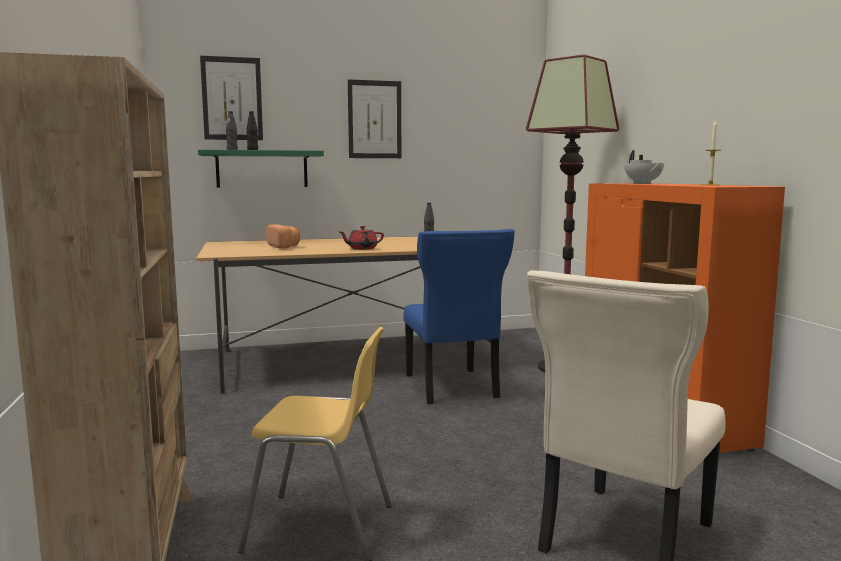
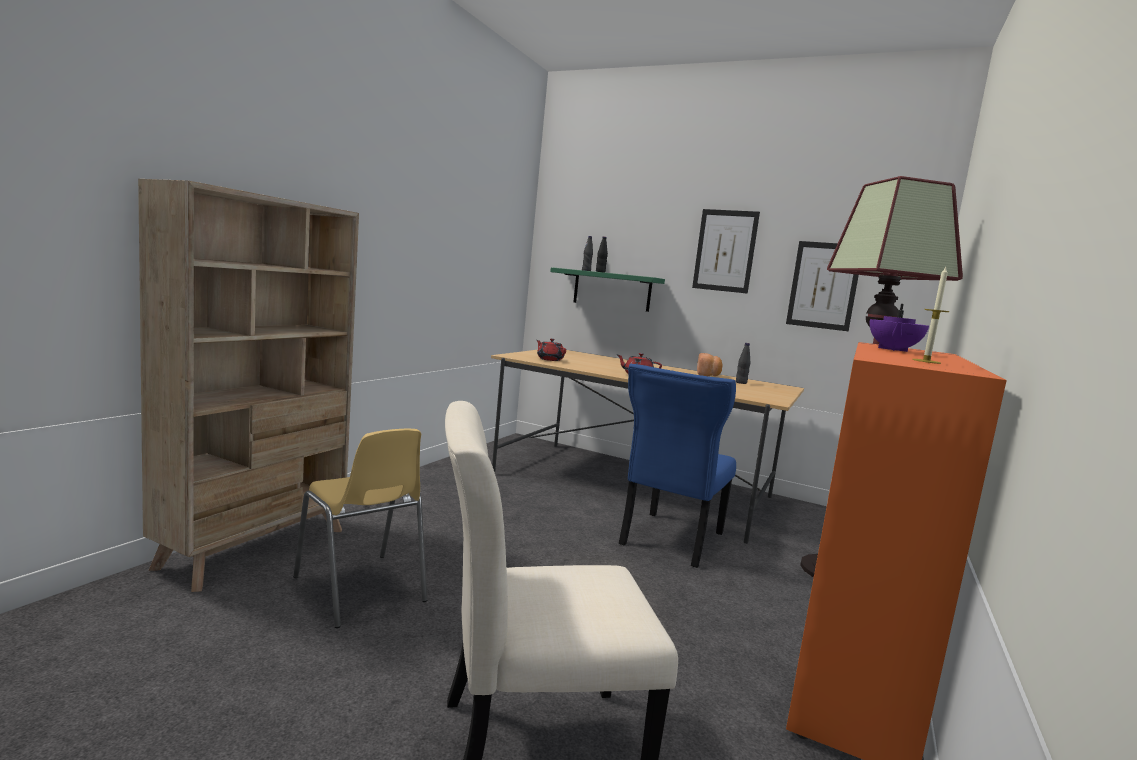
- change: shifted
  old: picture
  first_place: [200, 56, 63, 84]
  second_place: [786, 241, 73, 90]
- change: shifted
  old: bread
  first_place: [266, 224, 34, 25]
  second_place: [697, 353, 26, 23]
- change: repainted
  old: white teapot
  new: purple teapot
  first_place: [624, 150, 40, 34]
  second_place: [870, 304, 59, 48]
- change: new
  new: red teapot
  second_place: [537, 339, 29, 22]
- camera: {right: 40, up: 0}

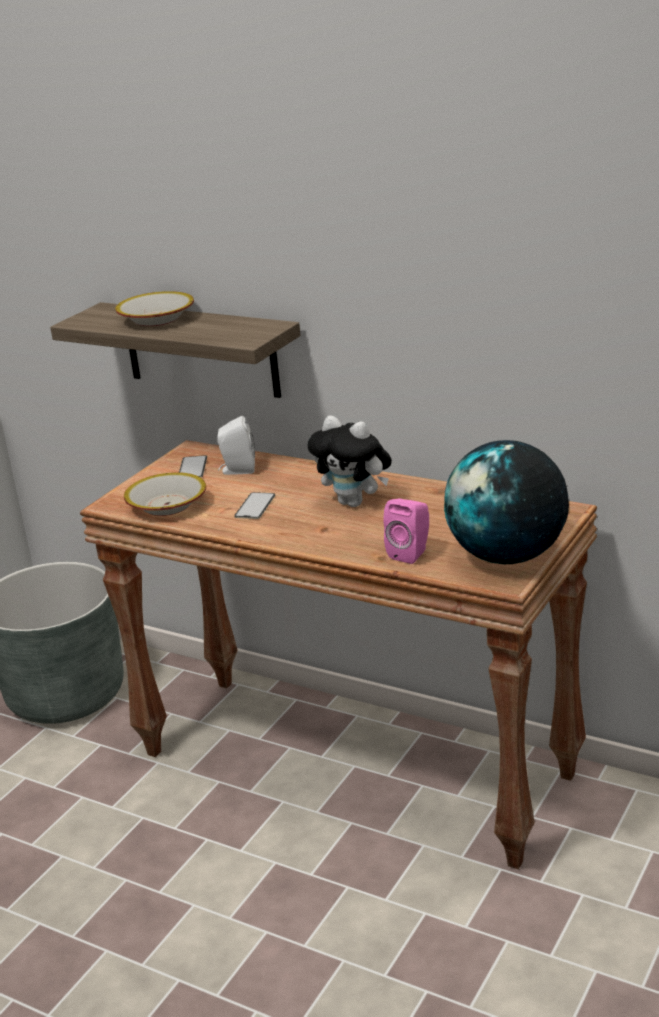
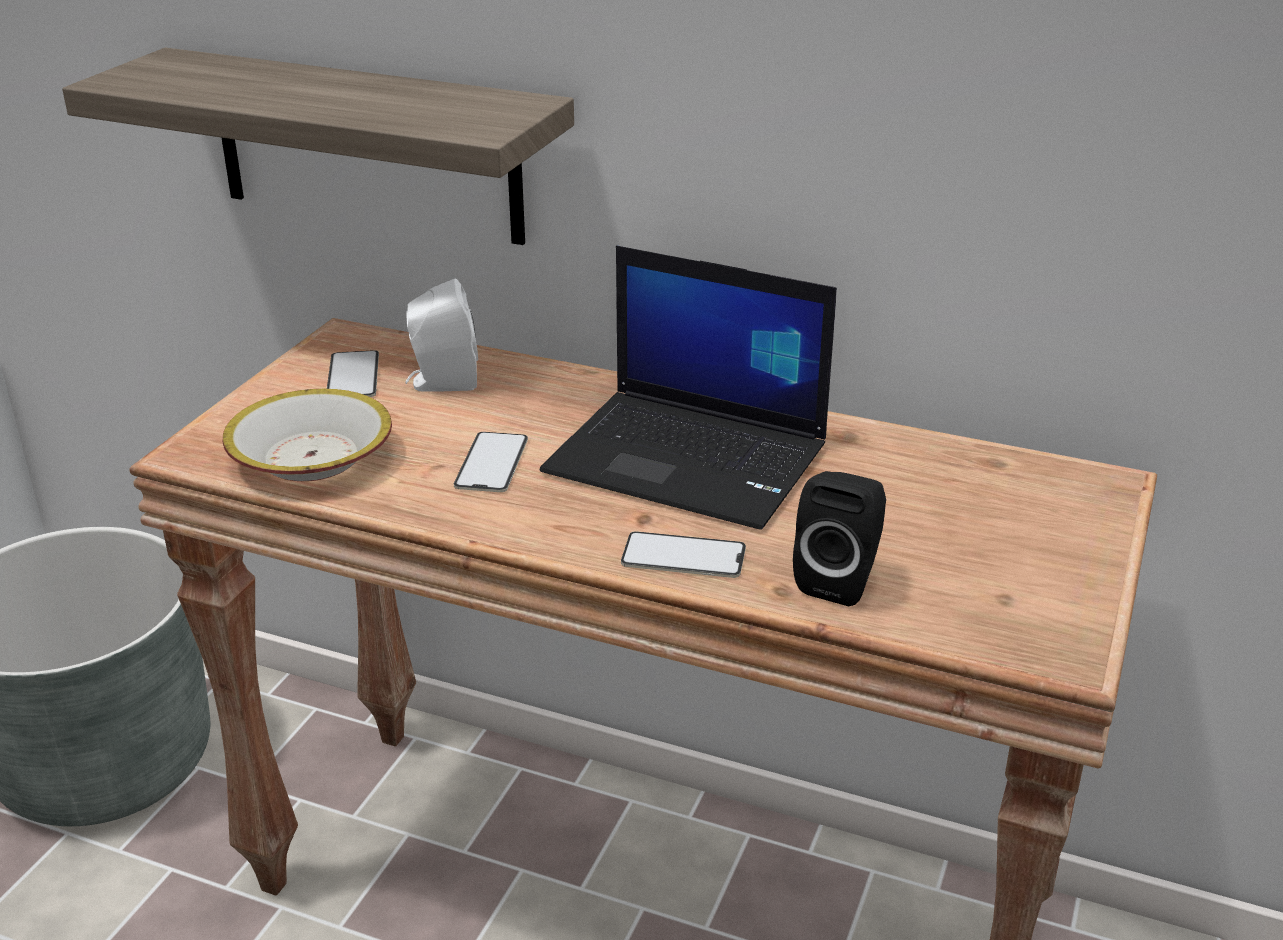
- change: gone
  old: bowl
  first_place: [115, 291, 79, 35]
- change: swapped
  old: plush toy
  new: laptop
  first_place: [308, 416, 84, 91]
  second_place: [540, 246, 297, 284]
- change: repainted
  old: pink speaker
  new: black speaker
  first_place: [383, 499, 46, 65]
  second_place: [793, 471, 93, 135]
- change: gone
  old: globe
  first_place: [444, 440, 125, 124]
- change: new
  new: phone
  second_place: [621, 531, 125, 47]
- camera: {right: -10, up: 5}

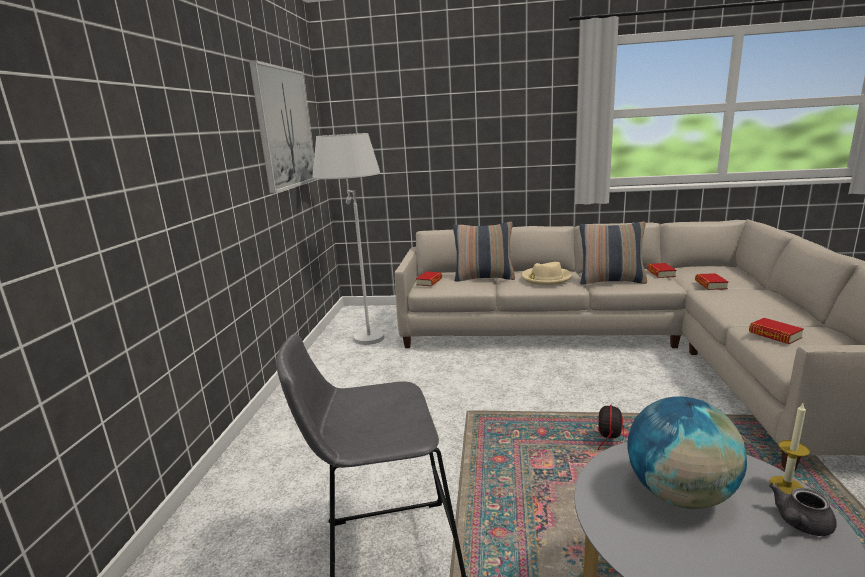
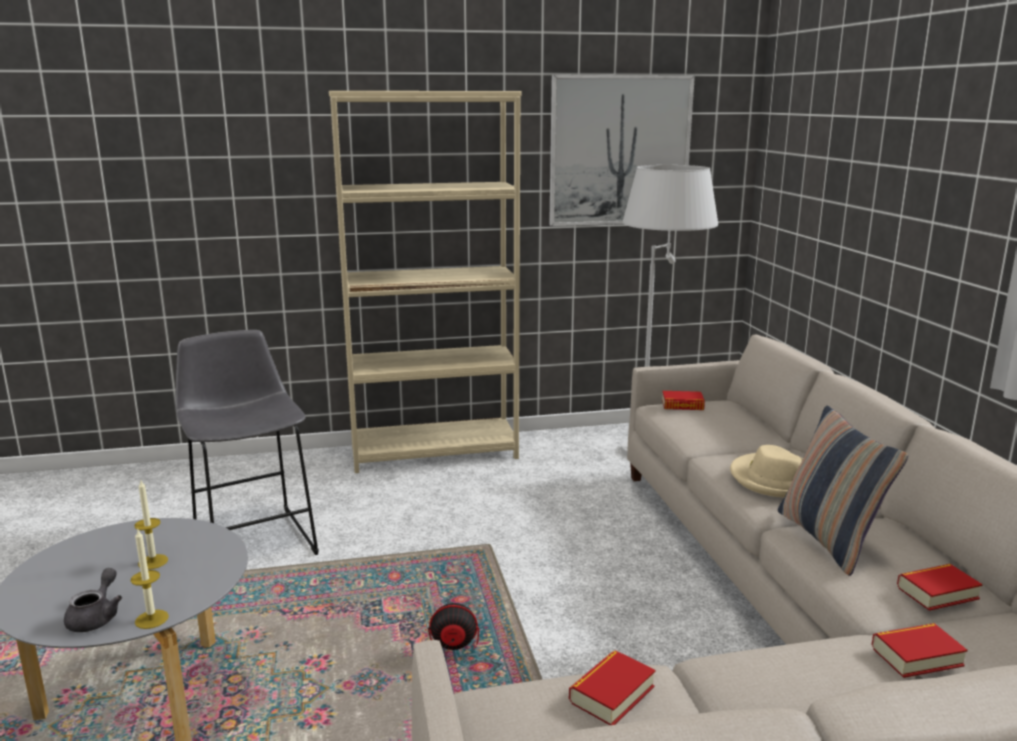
- change: gone
  old: pillow
  first_place: [453, 222, 62, 60]
- change: swapped
  old: globe
  new: candle
  first_place: [627, 396, 120, 113]
  second_place: [135, 481, 33, 89]
- change: rotated
  old: grey teapot
  first_place: [769, 483, 68, 53]
  second_place: [64, 568, 58, 64]
  degrees: 60
- change: new
  new: beige bookcase
  second_place: [329, 91, 193, 382]
- camera: {right: 70, up: 0}

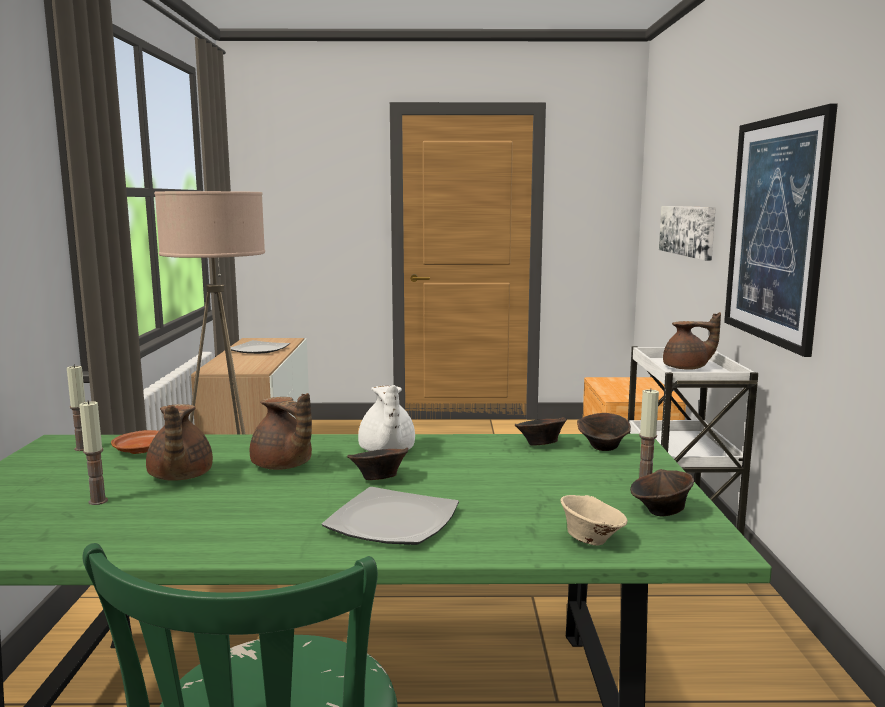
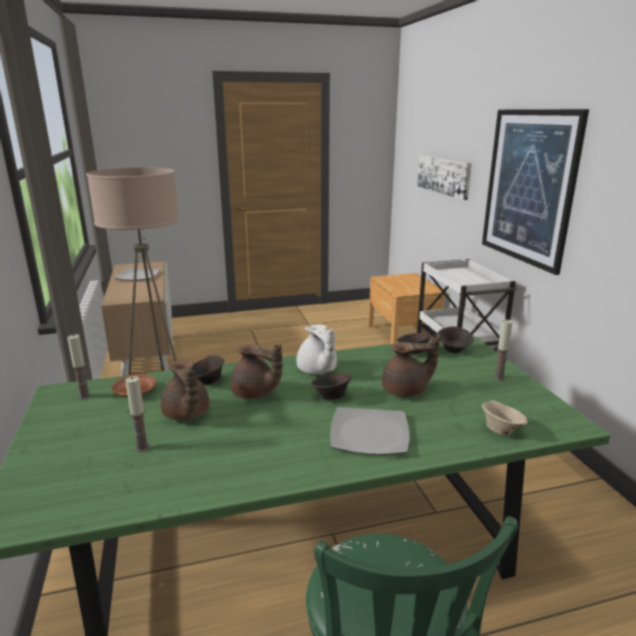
- change: shifted
  old: brown bowl
  first_place: [630, 469, 64, 47]
  second_place: [192, 355, 32, 30]
- change: shifted
  old: brown teapot
  first_place: [663, 312, 58, 58]
  second_place: [382, 333, 58, 64]
- camera: {right: -15, up: 10}

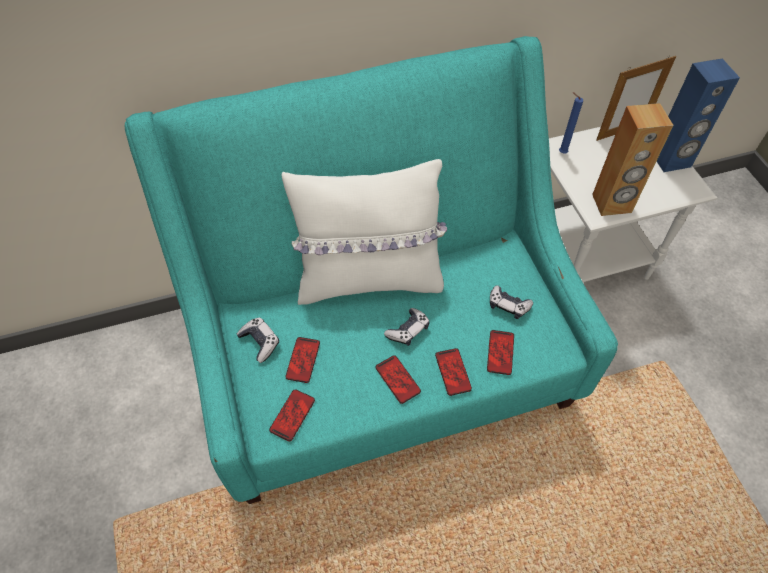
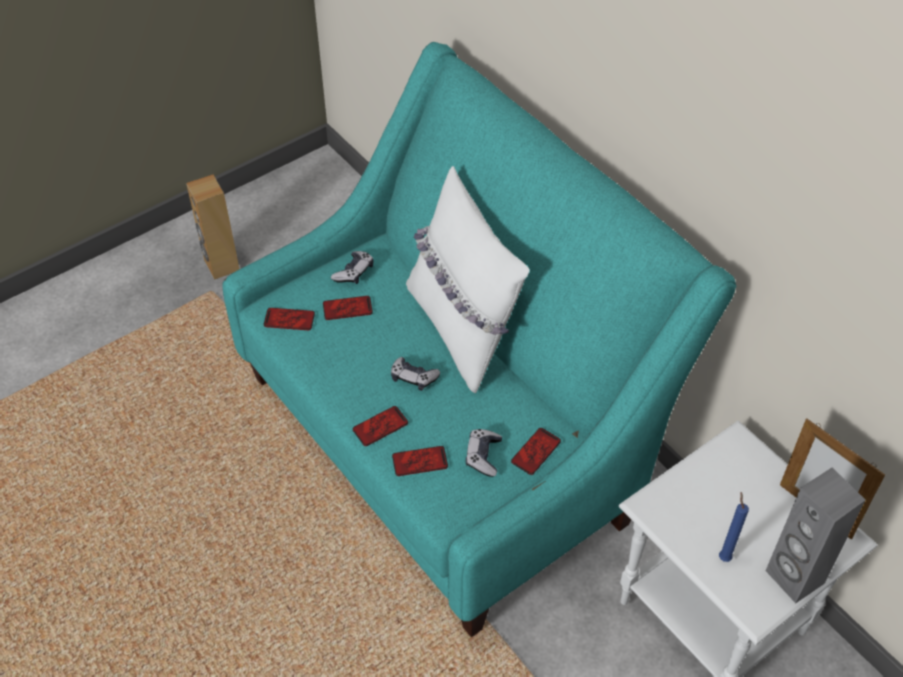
- change: shifted
  old: phone
  first_place: [376, 355, 45, 49]
  second_place: [511, 428, 50, 47]
- change: shifted
  old: blue candle
  first_place: [559, 92, 24, 61]
  second_place: [719, 492, 30, 70]
- change: shifted
  old: brown speaker
  first_place: [592, 103, 82, 113]
  second_place: [186, 175, 53, 105]
- change: repainted
  old: blue speaker
  new: grey speaker
  first_place: [657, 58, 83, 114]
  second_place: [766, 467, 99, 136]
- camera: {right: 70, up: -5}

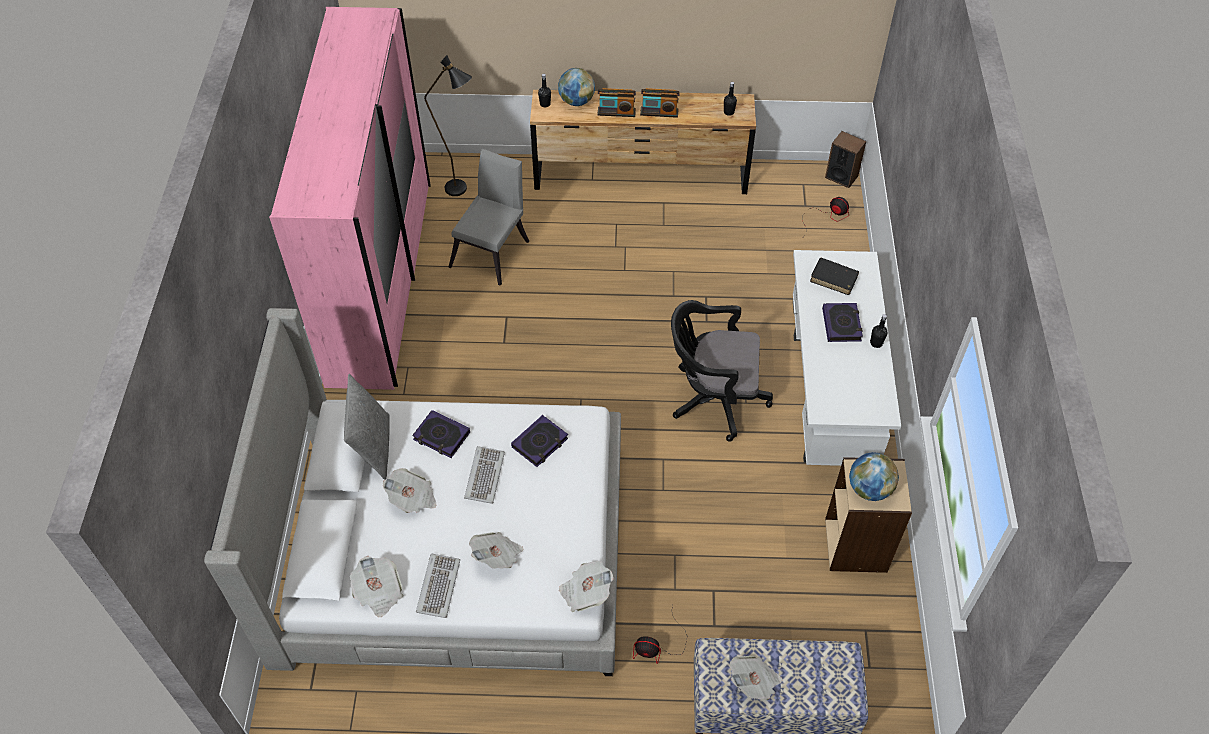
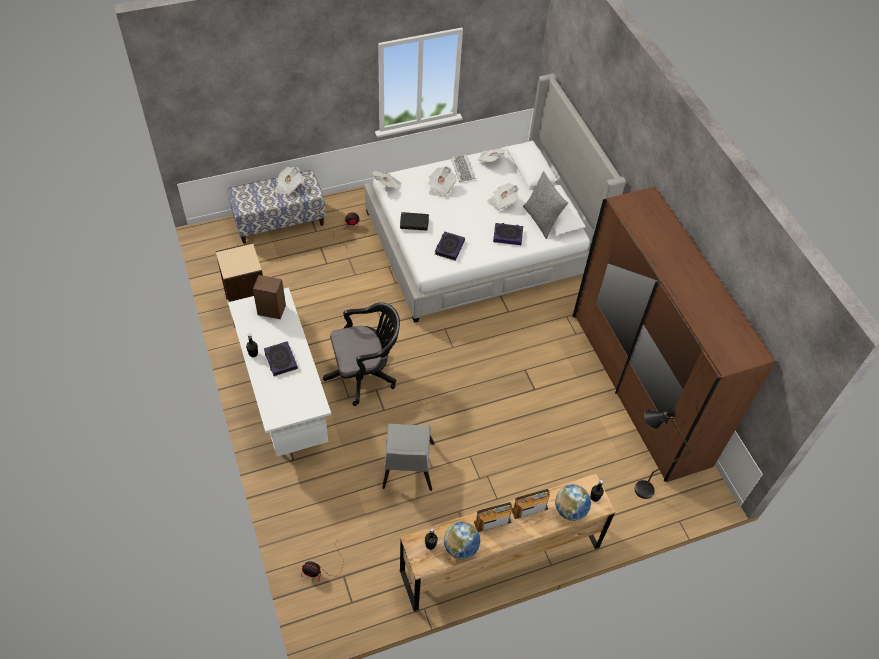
- change: repainted
  old: pink wardrobe
  new: brown wardrobe
  first_place: [269, 7, 162, 383]
  second_place: [572, 186, 204, 296]
- change: shifted
  old: grey chair
  first_place: [448, 149, 81, 137]
  second_place: [382, 424, 52, 67]
- change: gone
  old: keyboard
  first_place: [464, 446, 41, 58]
- change: shifted
  old: black book
  first_place: [810, 258, 49, 37]
  second_place: [400, 212, 29, 18]
- change: shifted
  old: speaker
  first_place: [825, 131, 41, 57]
  second_place: [253, 275, 33, 44]
- change: shifted
  old: globe
  first_place: [849, 452, 50, 49]
  second_place: [444, 522, 36, 37]
- camera: {right: 155, up: 0}

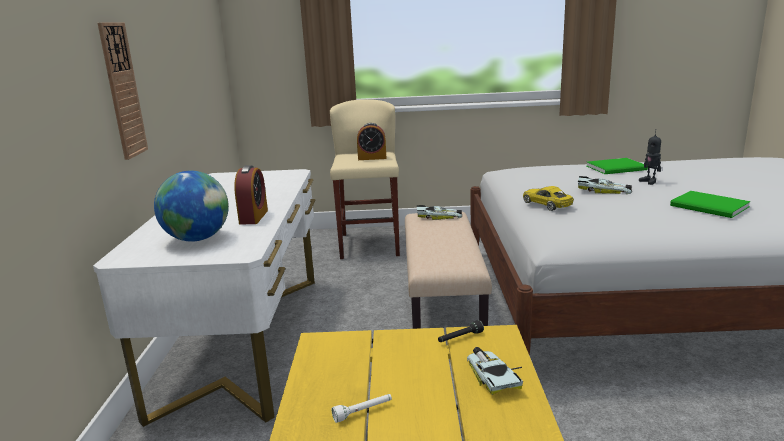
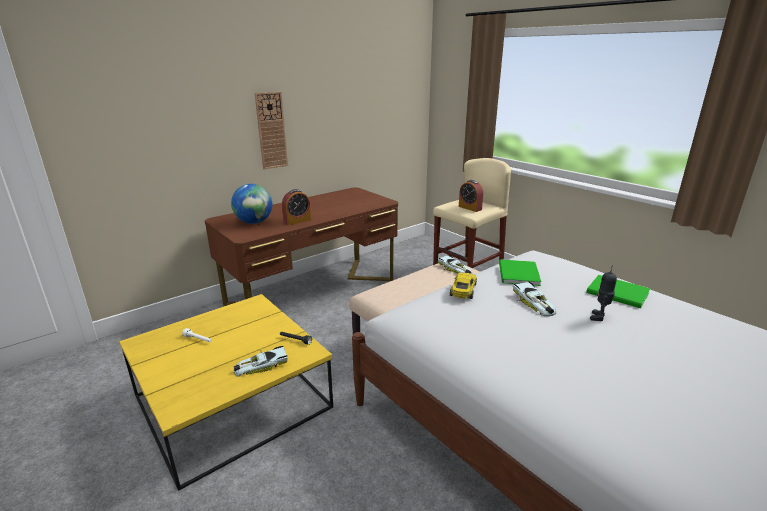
- change: repainted
  old: white desk
  new: brown desk
  first_place: [93, 169, 222, 258]
  second_place: [205, 187, 193, 119]
- change: rotated
  old: toy car
  first_place: [467, 347, 56, 48]
  second_place: [234, 346, 54, 31]
  degrees: -150
- change: shifted
  old: green book
  first_place: [670, 191, 81, 27]
  second_place: [499, 259, 42, 27]
- camera: {right: 50, up: 5}

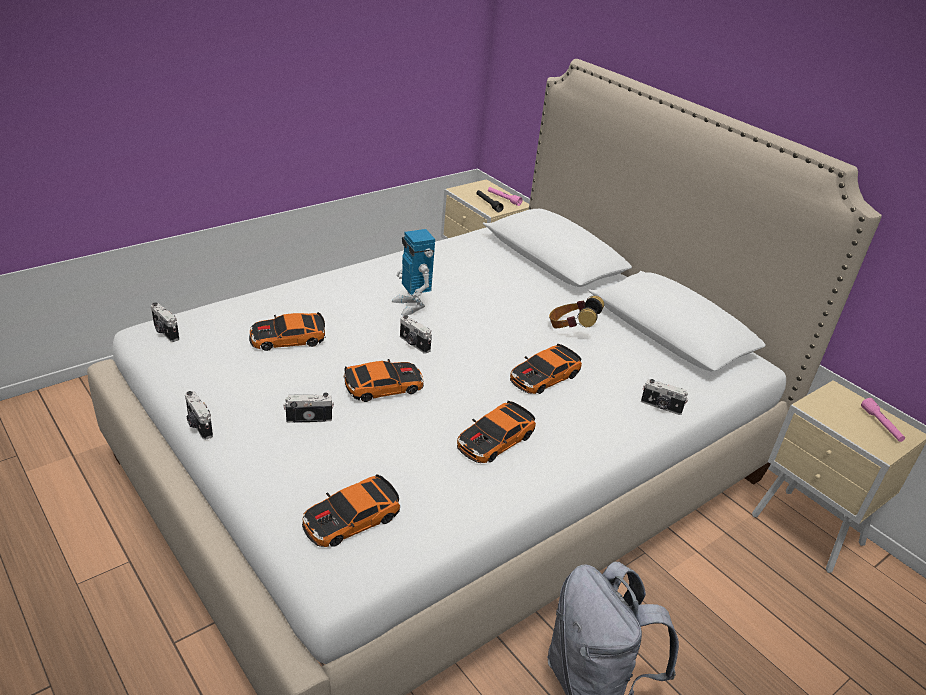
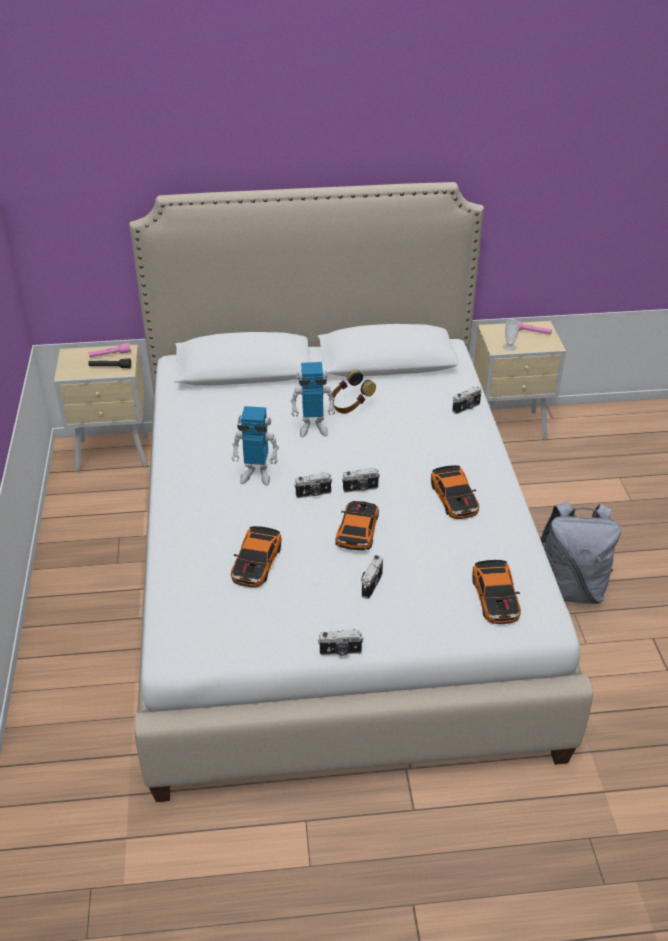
- change: shifted
  old: photo camera
  first_place: [151, 302, 28, 40]
  second_place: [342, 468, 38, 25]
- change: gone
  old: toy car
  first_place: [510, 344, 72, 50]
- change: new
  new: toy robot
  second_place: [291, 362, 44, 76]
- change: new
  new: cup
  second_place: [503, 319, 17, 32]
- camera: {right: -55, up: 5}

